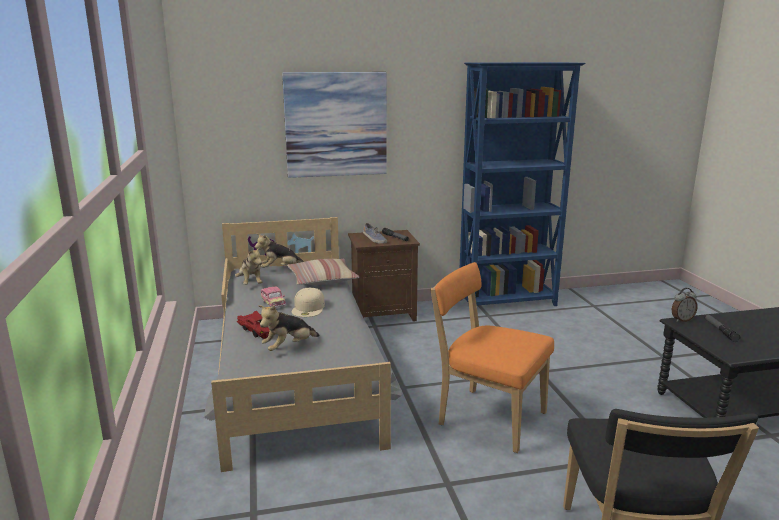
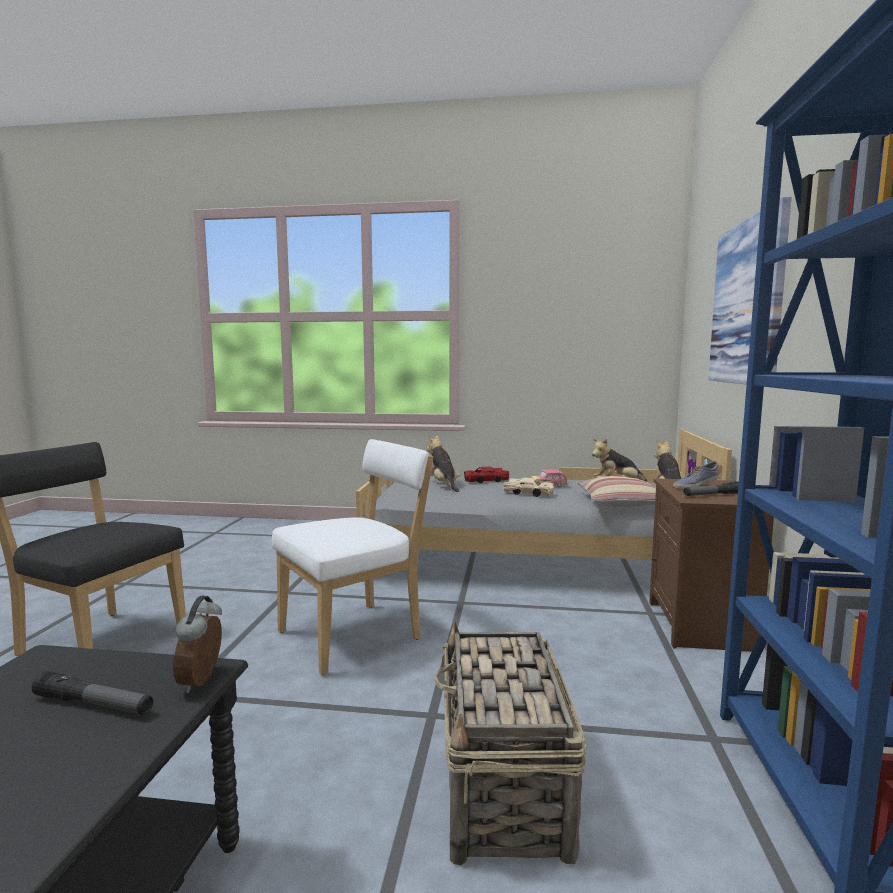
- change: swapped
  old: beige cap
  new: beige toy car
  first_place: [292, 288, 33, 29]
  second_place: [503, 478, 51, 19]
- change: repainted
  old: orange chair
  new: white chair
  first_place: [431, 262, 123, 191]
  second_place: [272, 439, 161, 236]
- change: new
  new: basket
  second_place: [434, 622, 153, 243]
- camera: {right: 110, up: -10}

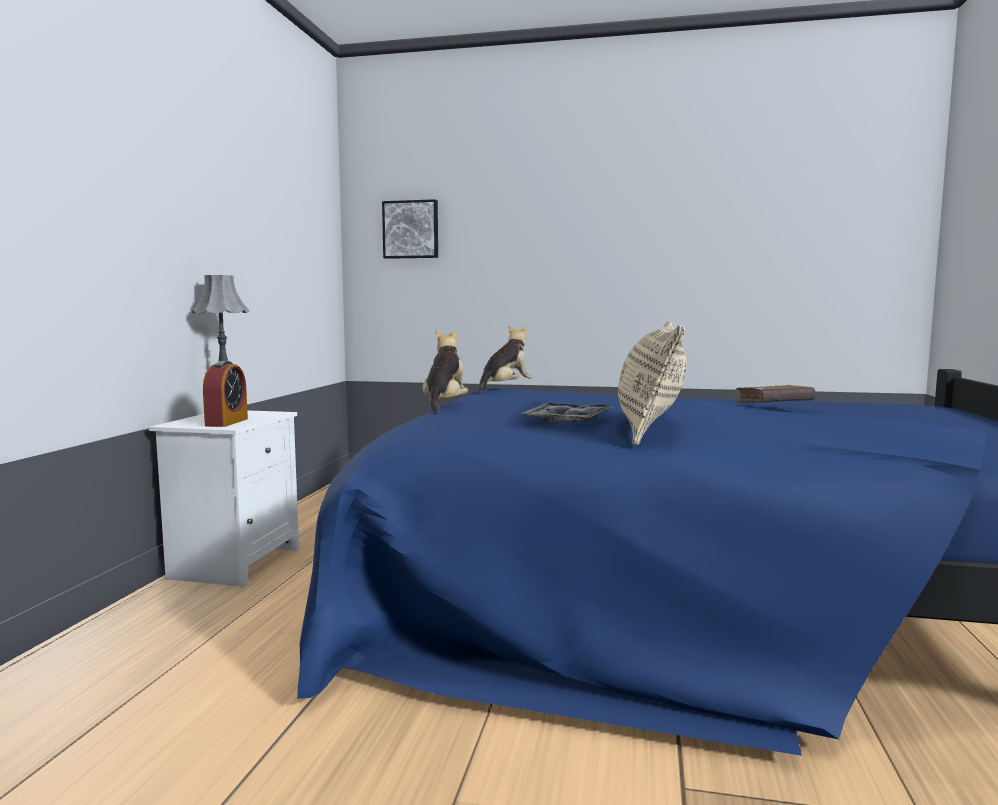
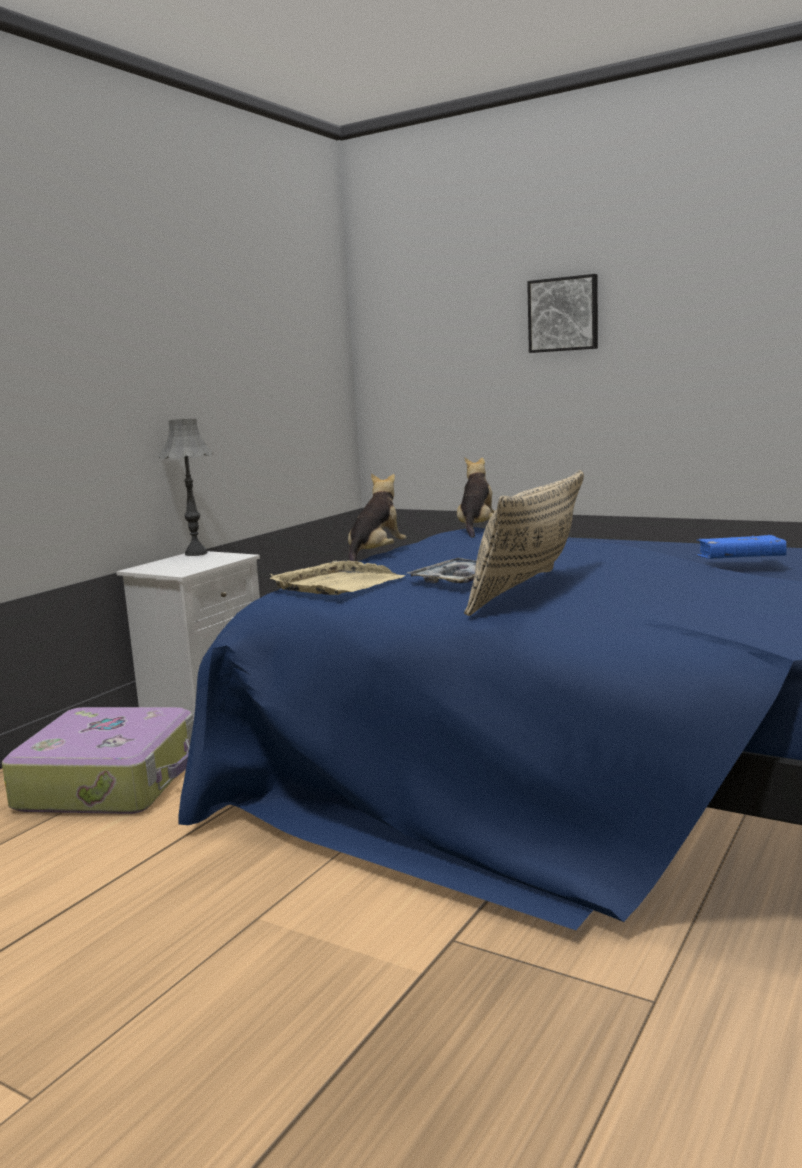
- change: gone
  old: alarm clock
  first_place: [203, 361, 45, 66]
- change: shifted
  old: picture
  first_place: [382, 199, 56, 60]
  second_place: [527, 274, 71, 79]
- change: rotated
  old: plush toy
  first_place: [478, 325, 54, 68]
  second_place: [457, 458, 38, 80]
  degrees: -45
- change: repainted
  old: brown book
  new: blue book
  first_place: [736, 385, 80, 18]
  second_place: [696, 535, 91, 24]
- change: new
  new: suitcase
  second_place: [2, 707, 192, 107]
- change: new
  new: beige tray
  second_place: [270, 560, 135, 35]
- camera: {right: 20, up: 5}

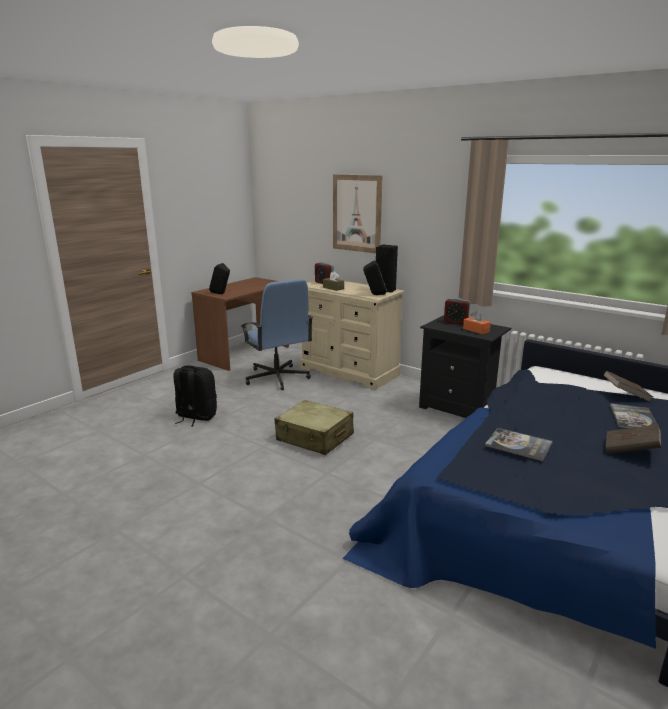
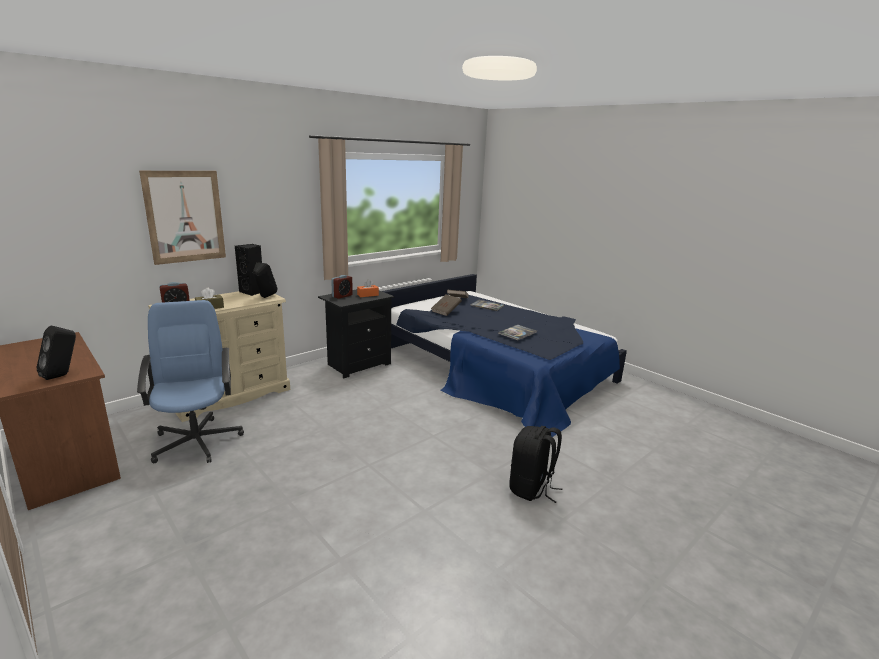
- change: shifted
  old: black backpack
  first_place: [173, 365, 44, 62]
  second_place: [509, 426, 54, 77]
- change: rotated
  old: blue office chair
  first_place: [241, 279, 72, 112]
  second_place: [137, 300, 107, 163]
  degrees: -90
- change: gone
  old: beige suitcase
  first_place: [275, 400, 79, 55]
- change: shifted
  old: brown book
  first_place: [605, 424, 56, 30]
  second_place: [431, 294, 31, 22]
- camera: {right: -80, up: 0}

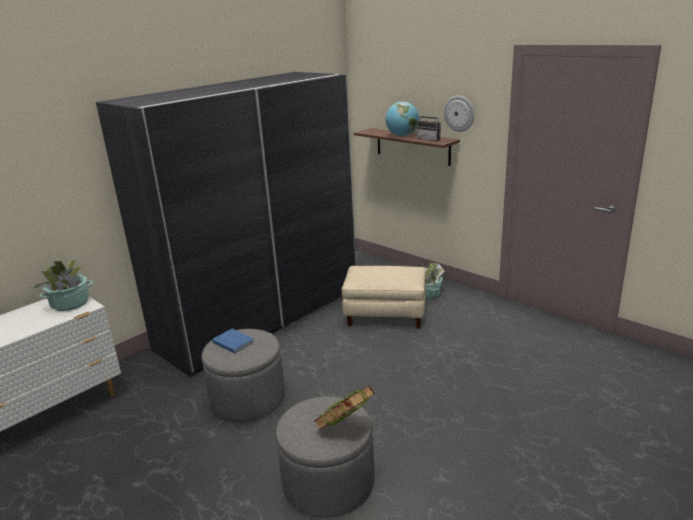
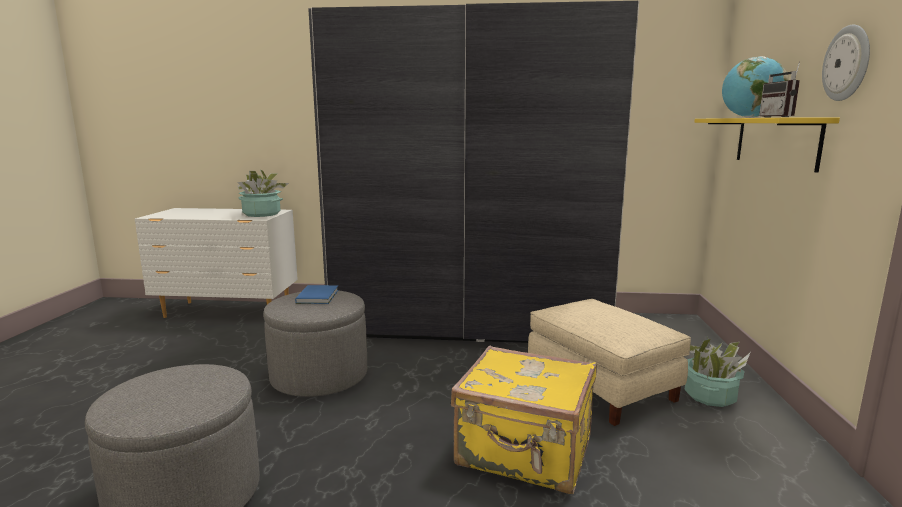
- change: gone
  old: book
  first_place: [314, 385, 61, 45]
- change: repainted
  old: brown shelf
  new: yellow shelf
  first_place: [354, 128, 106, 38]
  second_place: [694, 118, 146, 55]
- change: new
  new: yellow suitcase
  second_place: [451, 346, 146, 148]
- camera: {right: 50, up: -10}

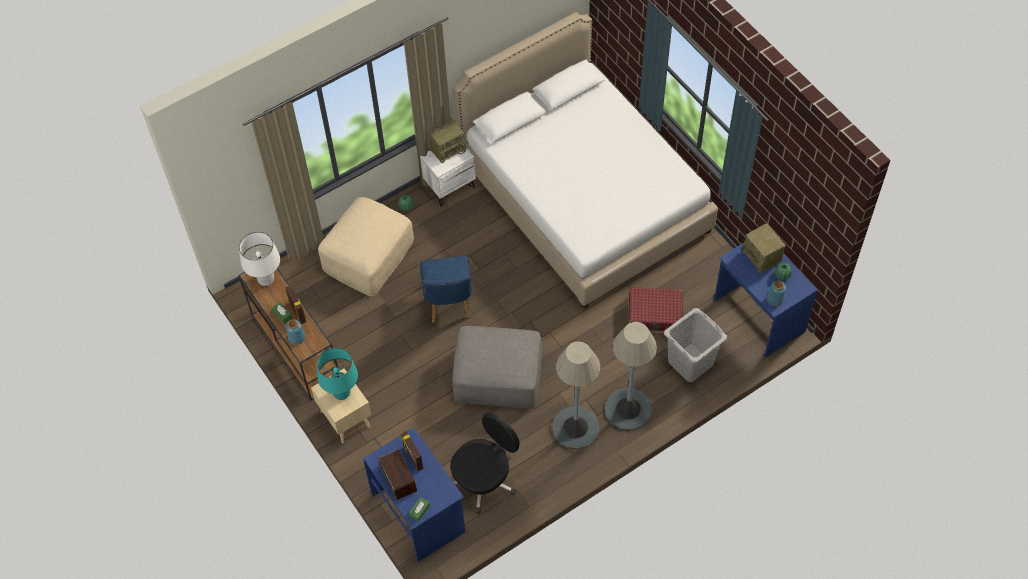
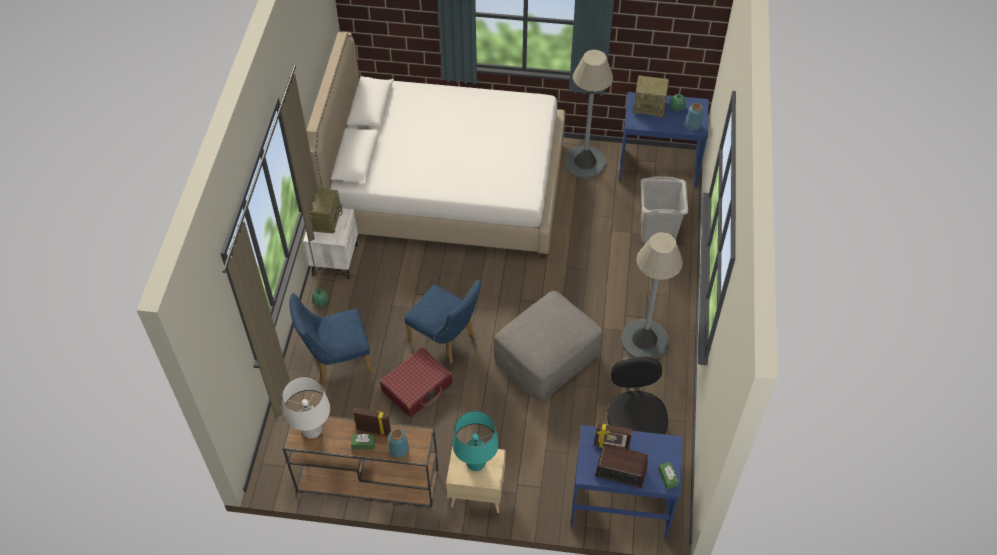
- change: swapped
  old: beige ottoman
  new: blue chair
  first_place: [318, 197, 96, 100]
  second_place: [289, 293, 83, 91]
- change: shifted
  old: grey floor lamp
  first_place: [605, 322, 52, 109]
  second_place: [564, 50, 49, 129]
- change: shifted
  old: red suitcase
  first_place: [629, 287, 54, 48]
  second_place: [380, 348, 72, 69]
- camera: {right: -50, up: -5}

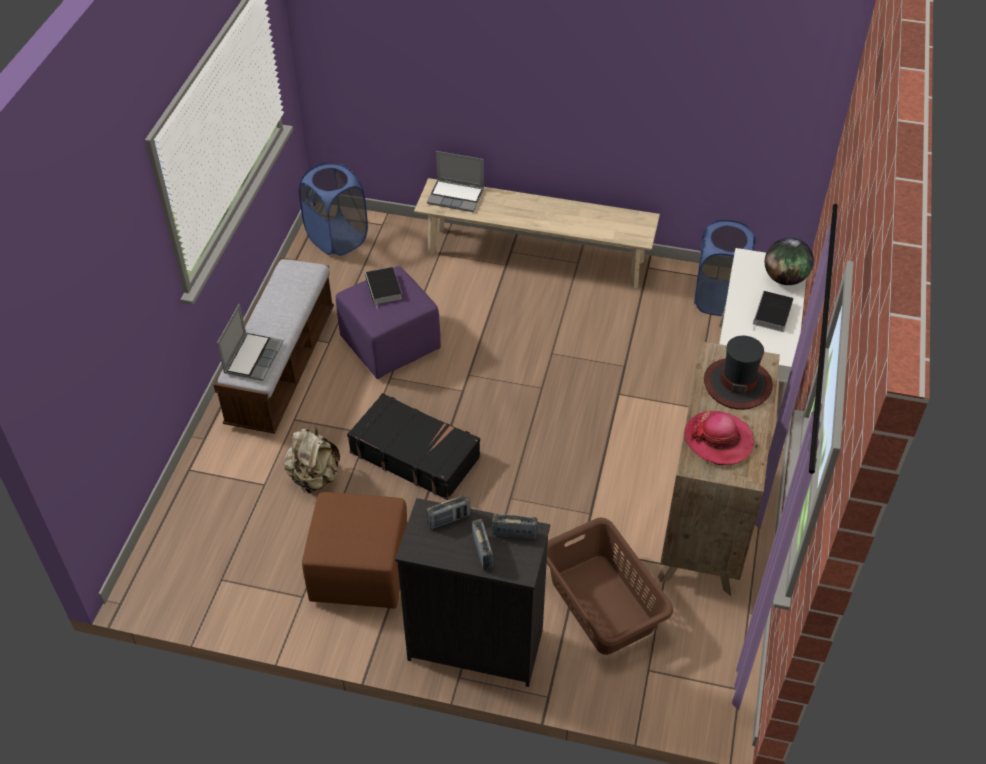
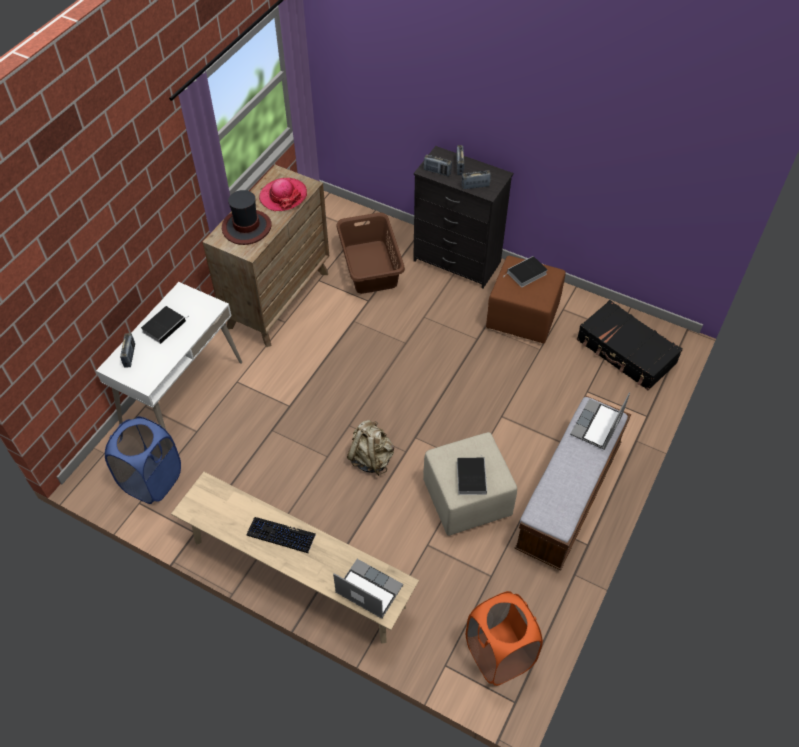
- change: shifted
  old: beige backpack
  first_place: [283, 426, 57, 67]
  second_place: [347, 420, 47, 56]
- change: repainted
  old: blue laundry basket
  new: orange laundry basket
  first_place: [299, 163, 69, 93]
  second_place: [466, 591, 77, 95]
- change: repainted
  old: purple ottoman
  new: beige ottoman
  first_place: [336, 266, 105, 113]
  second_place: [423, 432, 94, 104]
- change: shifted
  old: black suitcase
  first_place: [347, 393, 133, 107]
  second_place: [577, 300, 106, 90]
- change: swapped
  old: globe
  new: radio
  first_place: [765, 237, 49, 48]
  second_place: [120, 333, 15, 35]
- change: new
  new: keyboard
  second_place: [246, 517, 70, 36]
- change: new
  new: book
  second_place: [506, 256, 41, 31]
- camera: {right: -165, up: 5}

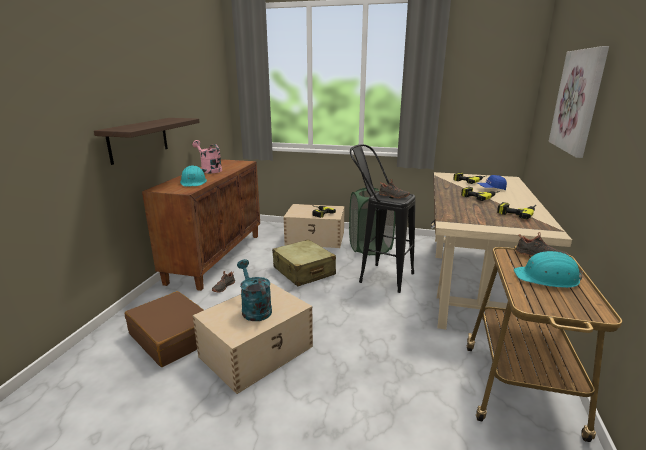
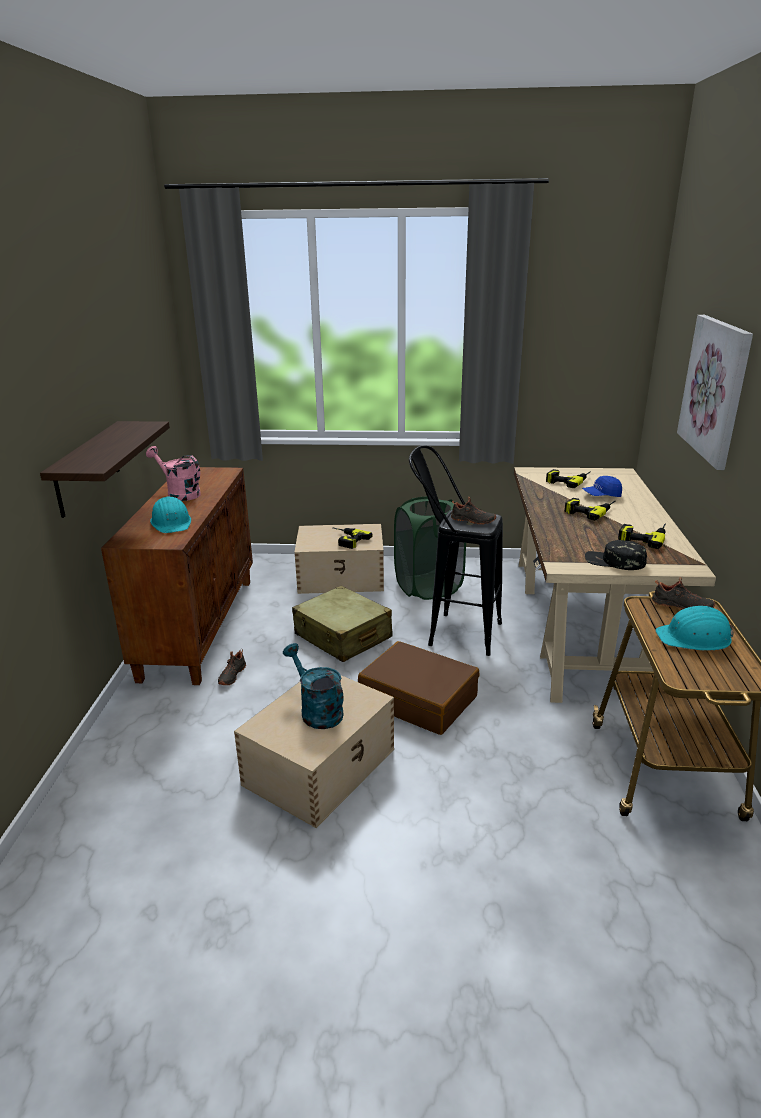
- change: shifted
  old: brown suitcase
  first_place: [125, 291, 79, 76]
  second_place: [358, 641, 121, 94]
- change: new
  new: black cap
  second_place: [585, 540, 62, 30]
- camera: {right: -10, up: 5}

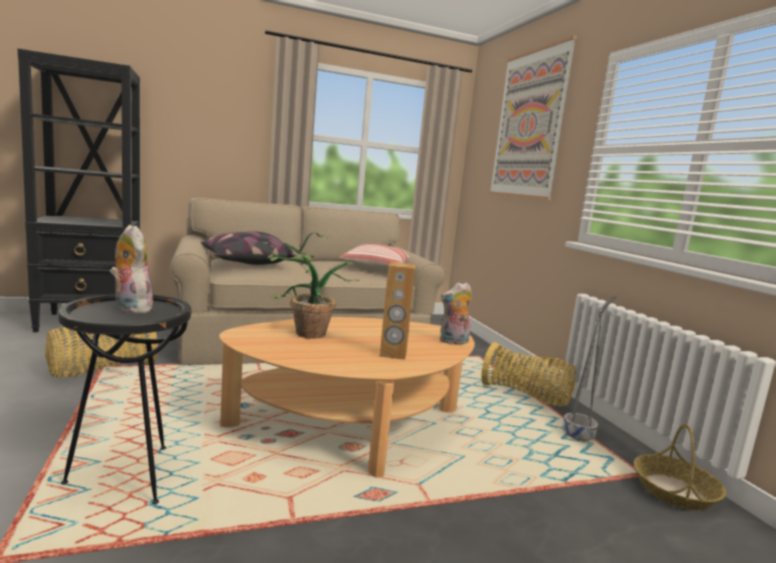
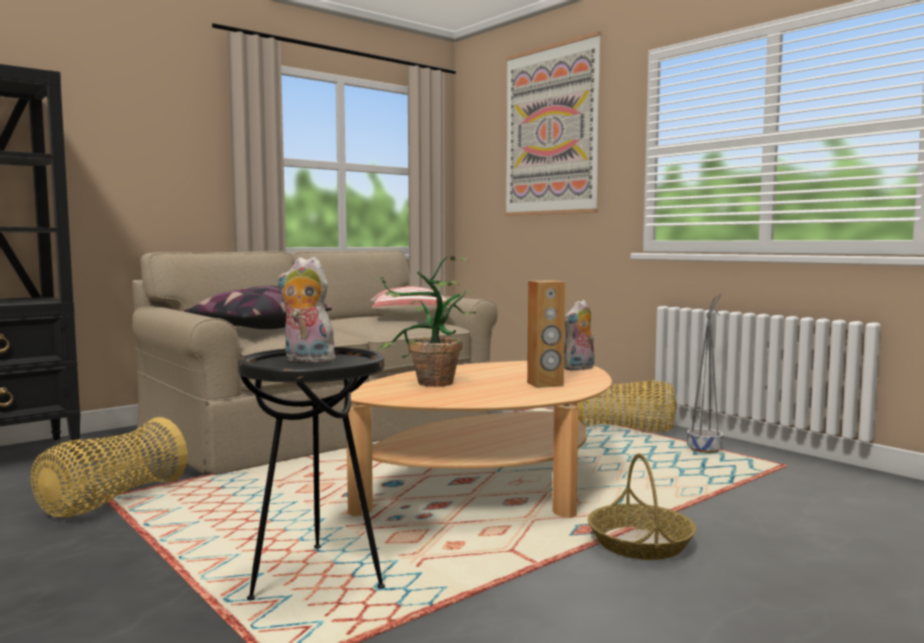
- change: shifted
  old: basket
  first_place: [634, 424, 92, 86]
  second_place: [588, 453, 108, 107]
- camera: {right: -20, up: -5}

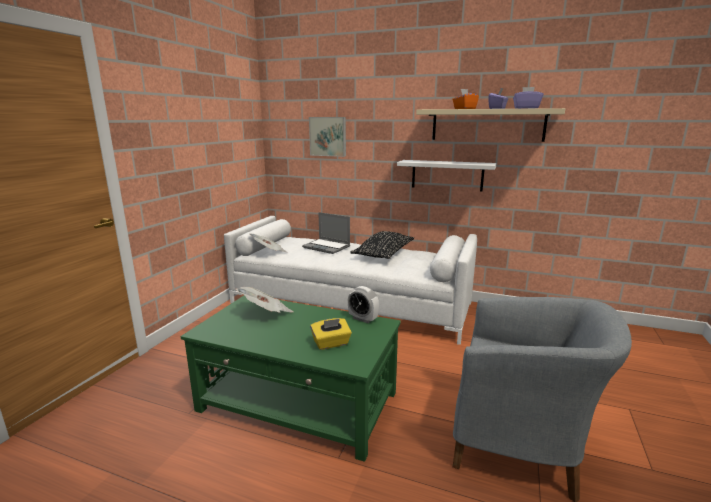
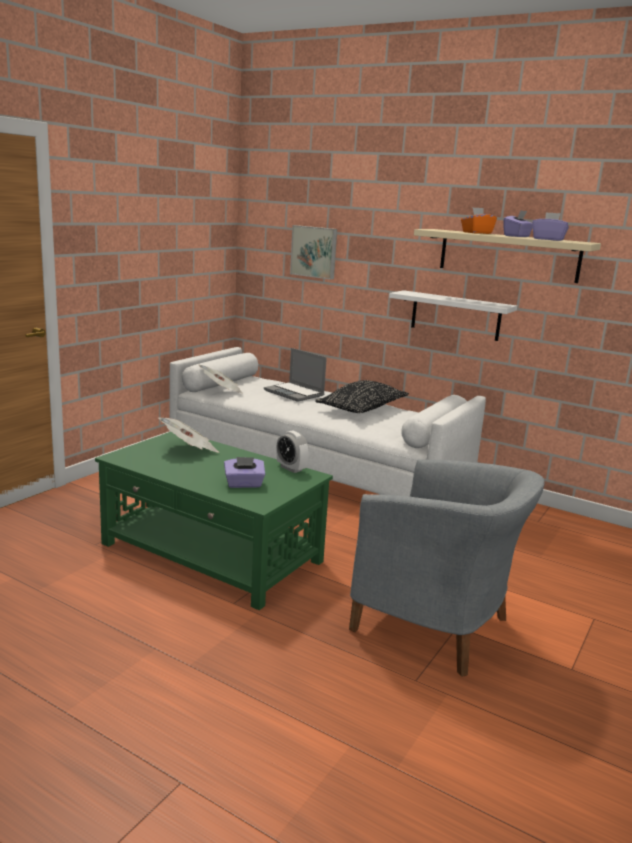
- change: repainted
  old: yellow tissue box
  new: purple tissue box
  first_place: [310, 318, 42, 32]
  second_place: [224, 457, 41, 31]
- camera: {right: 10, up: 0}

